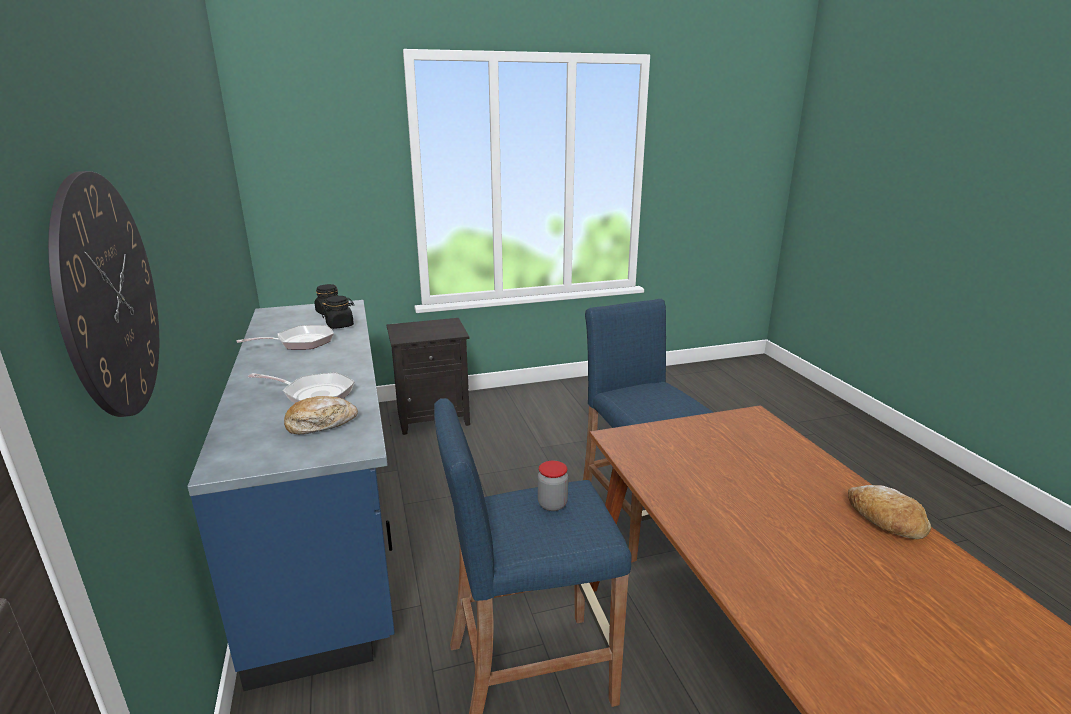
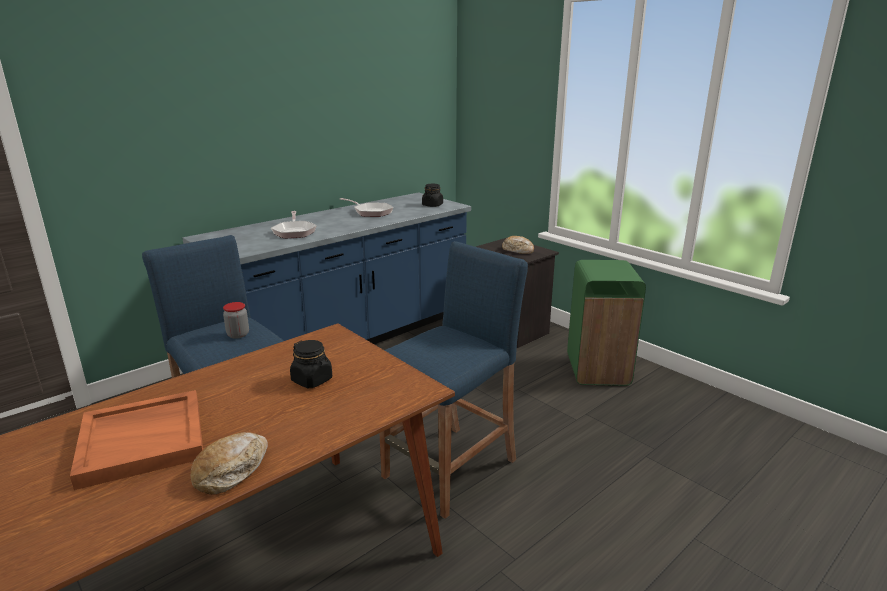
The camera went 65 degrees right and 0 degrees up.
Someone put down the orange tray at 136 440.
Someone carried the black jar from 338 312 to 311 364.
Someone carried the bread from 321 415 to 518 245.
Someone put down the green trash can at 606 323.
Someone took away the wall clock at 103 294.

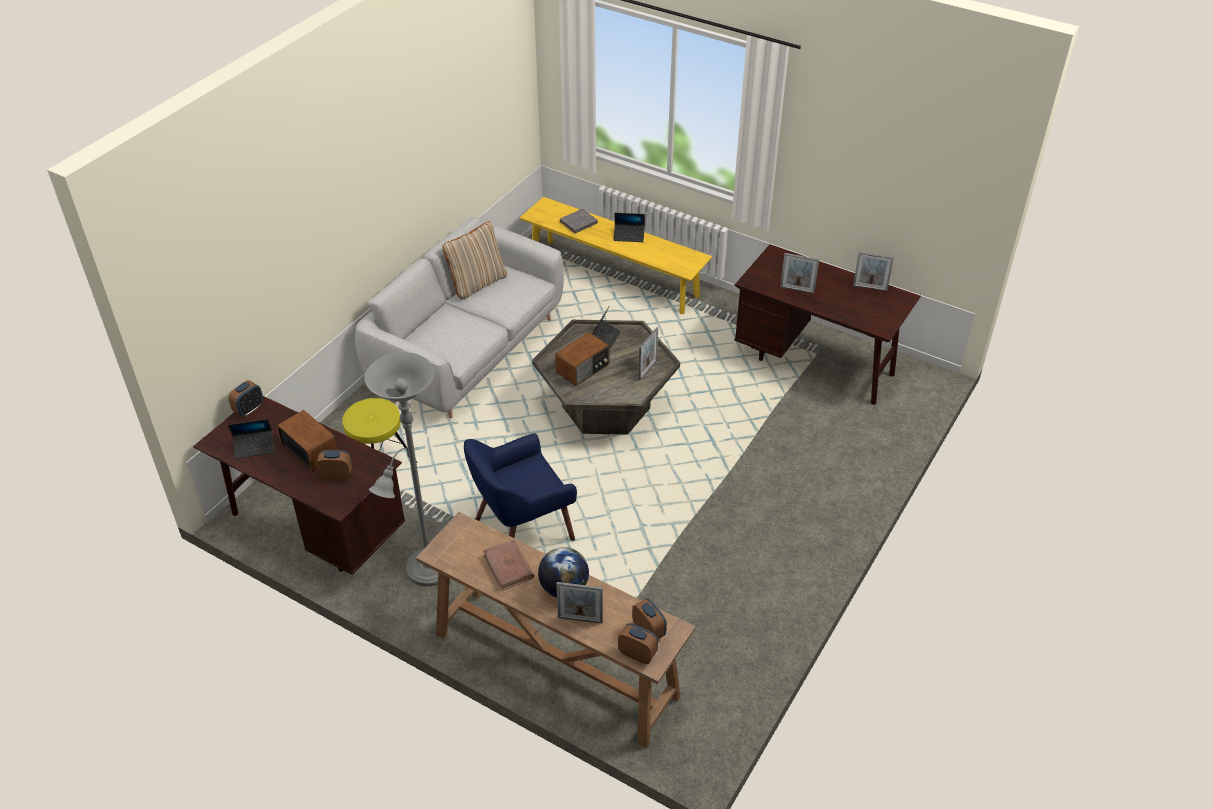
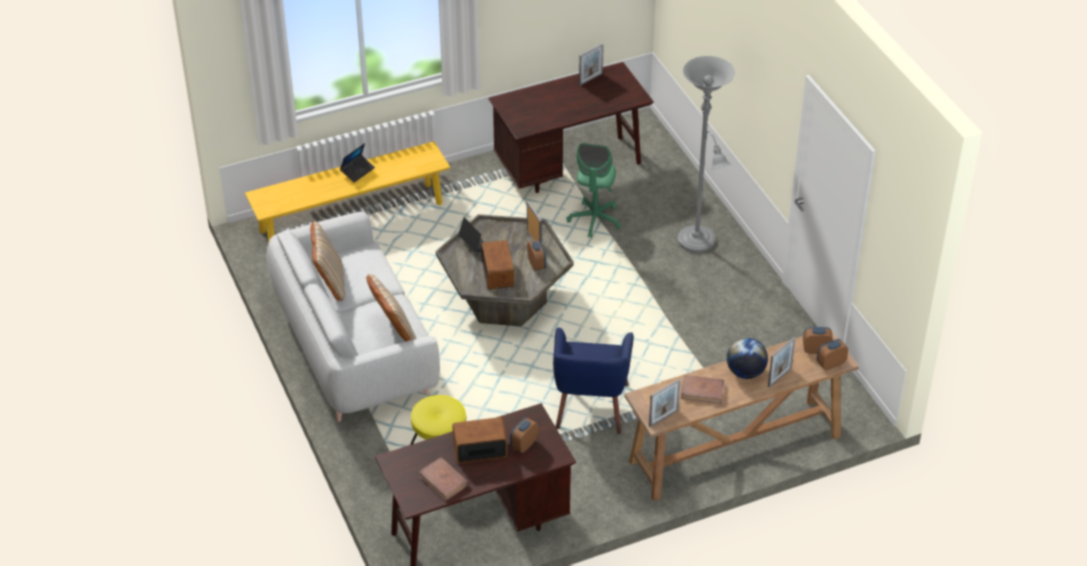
The camera went 55 degrees left and 0 degrees up.
Someone put down the beige pillow at 391 307.
Someone swapped the laptop at 251 439 for the brown book at 443 479.
Someone carried the alarm clock from 245 398 to 536 255.
Someone put down the green office chair at 593 190.
Someone carried the picture frame from 799 273 to 664 403.
Someone carried the grey floor lamp from 401 469 to 706 154.
Someone took away the grey book at 579 221.

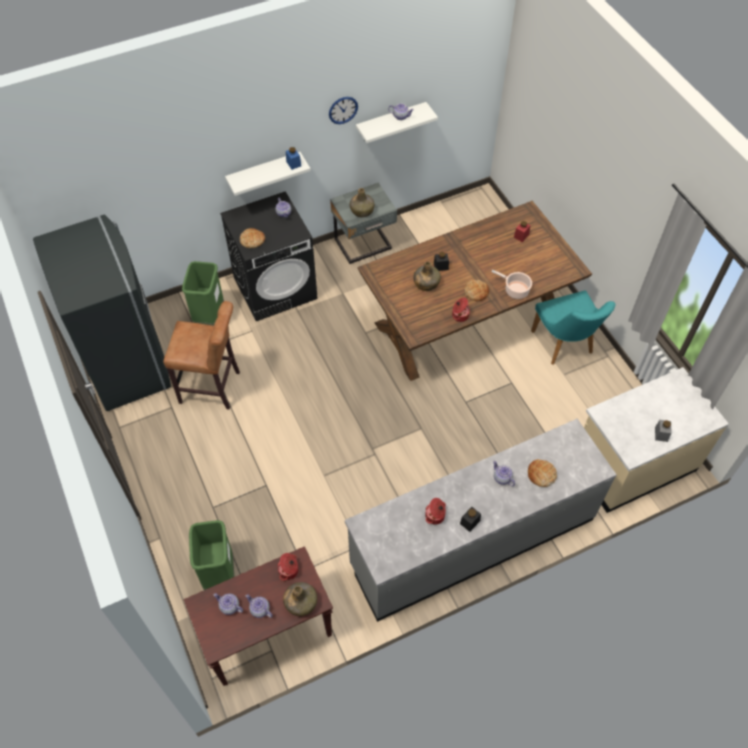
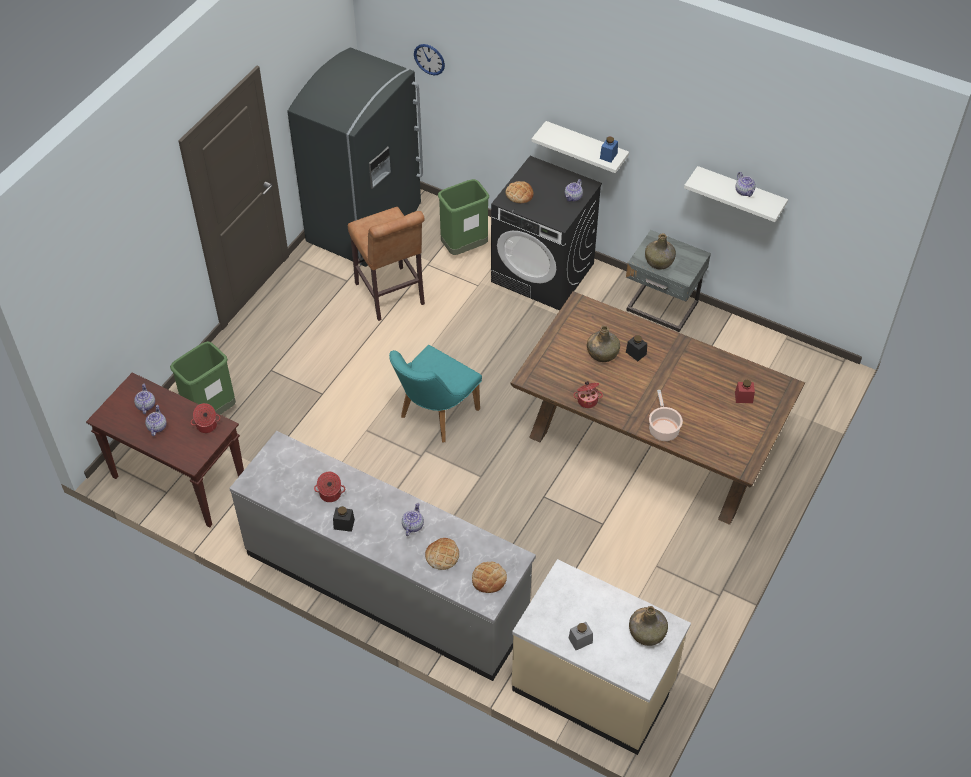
The camera went 55 degrees right and 5 degrees down.
Someone carried the turquoise chair from 573 327 to 435 394.
Someone carried the wall clock from 343 110 to 429 59.
Someone carried the bread from 476 290 to 489 577.
Someone carried the green bottle from 300 599 to 648 626.

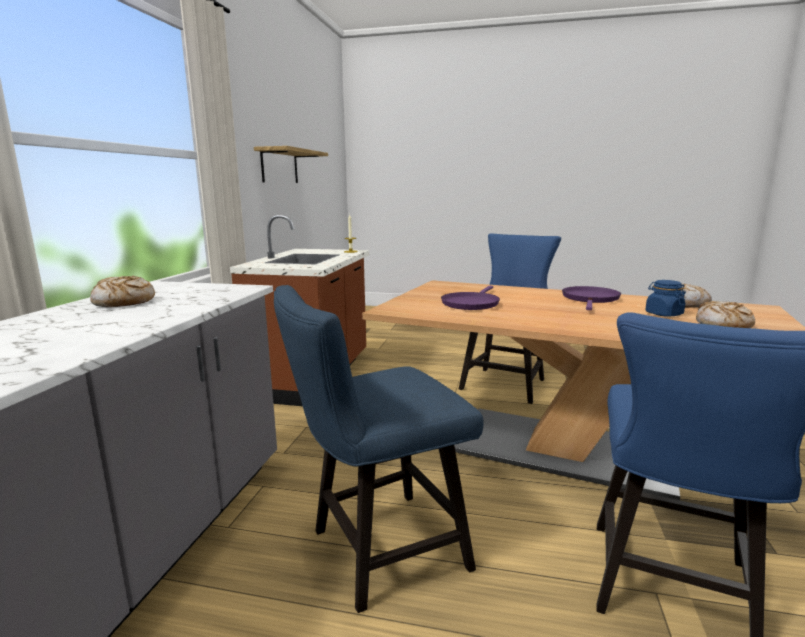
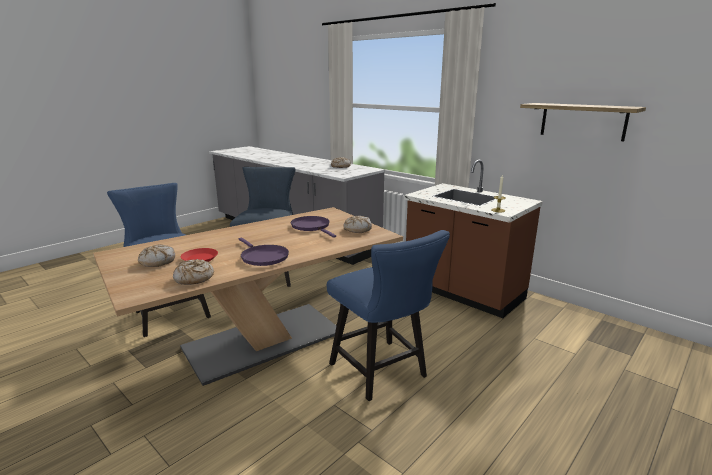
The camera went 120 degrees right and 5 degrees up.
Someone swapped the blue jar at 665 298 for the red plate at 199 255.
Someone put down the bread at 357 224.

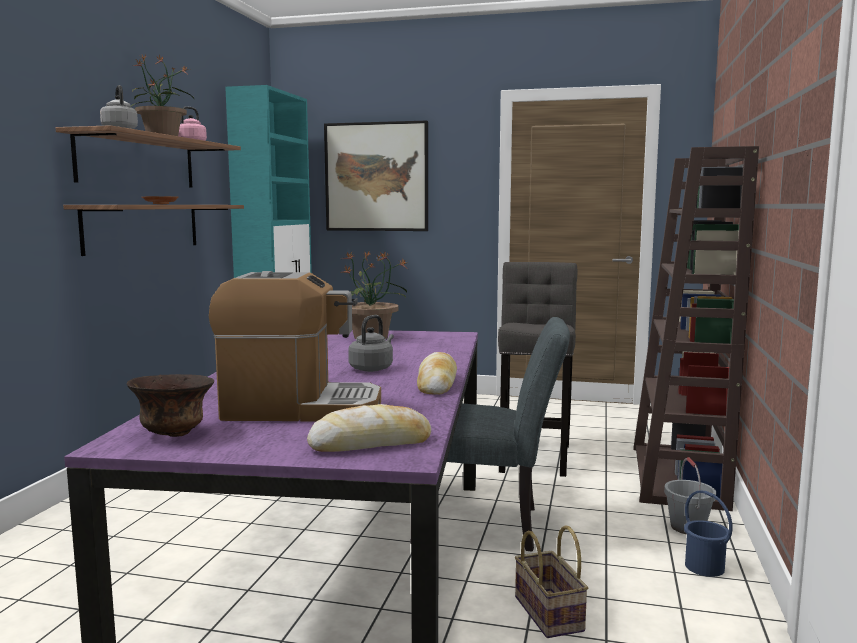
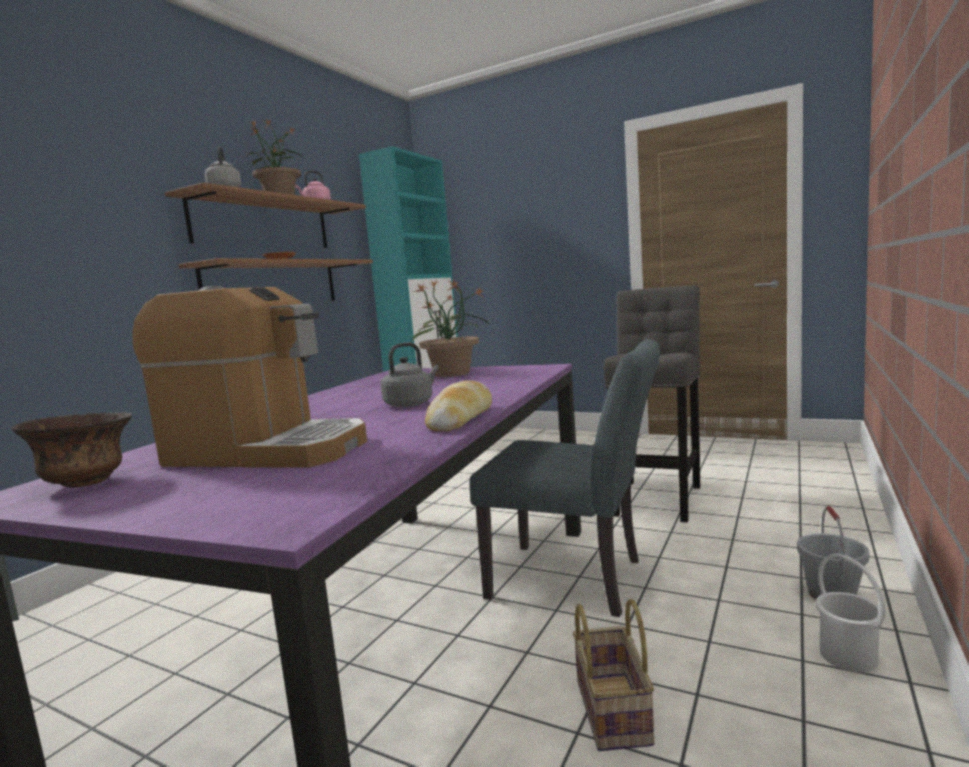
The camera went 15 degrees right and 0 degrees up.
Someone repainted the blue bucket at 708 533, which became the white bucket at 850 613.
Someone took away the bread at 369 428.
Someone took away the picture at 376 176.
Someone took away the brown bookcase at 696 328.

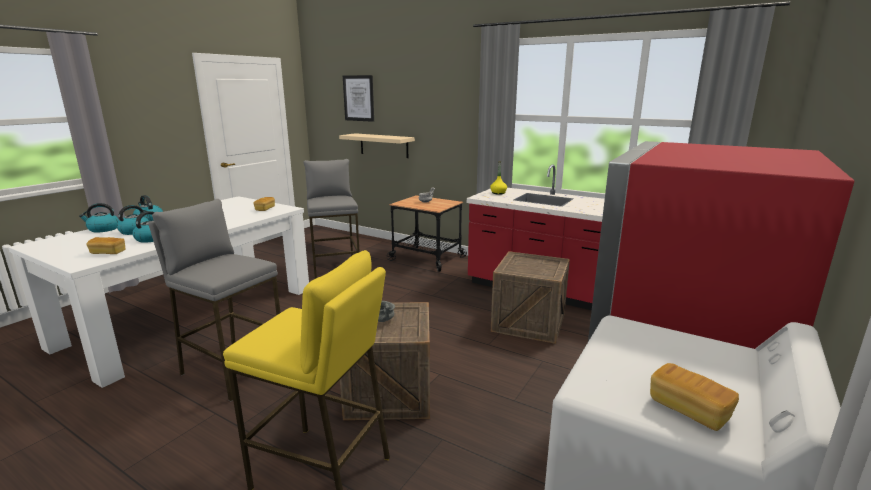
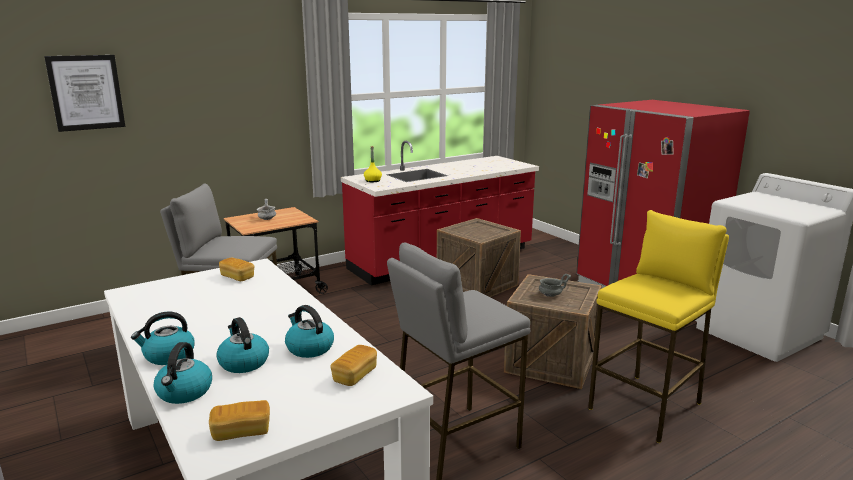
The camera went 65 degrees left and 0 degrees up.
Someone carried the bread from 694 397 to 239 420.
Someone took away the beige shelf at 377 145.

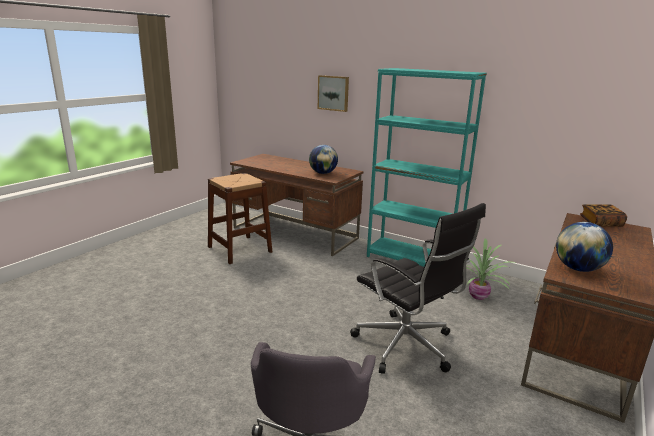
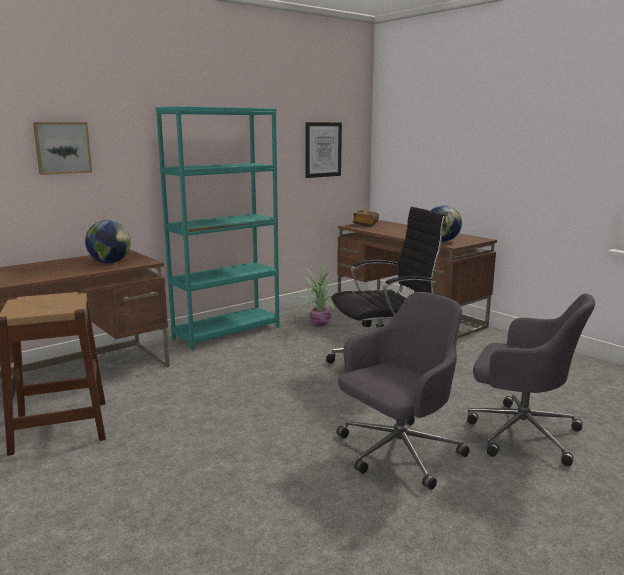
The camera went 70 degrees left and 5 degrees down.
Someone put up the picture at 323 150.
Someone put down the grey office chair at 403 391.

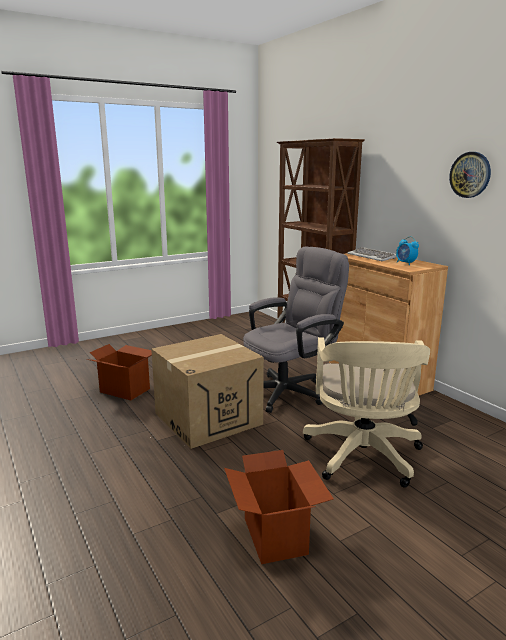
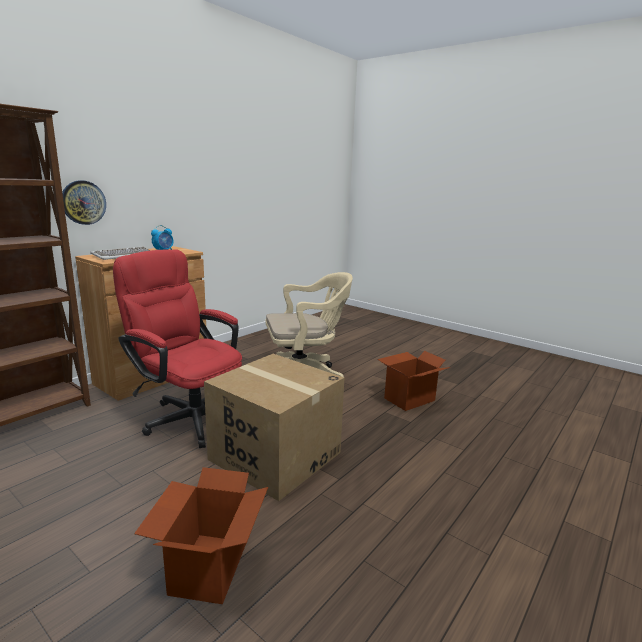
The camera went 110 degrees left and 0 degrees up.
Someone carried the wall clock from 470 175 to 84 202.
Someone repainted the grey office chair at 296 329, which became the red office chair at 177 348.

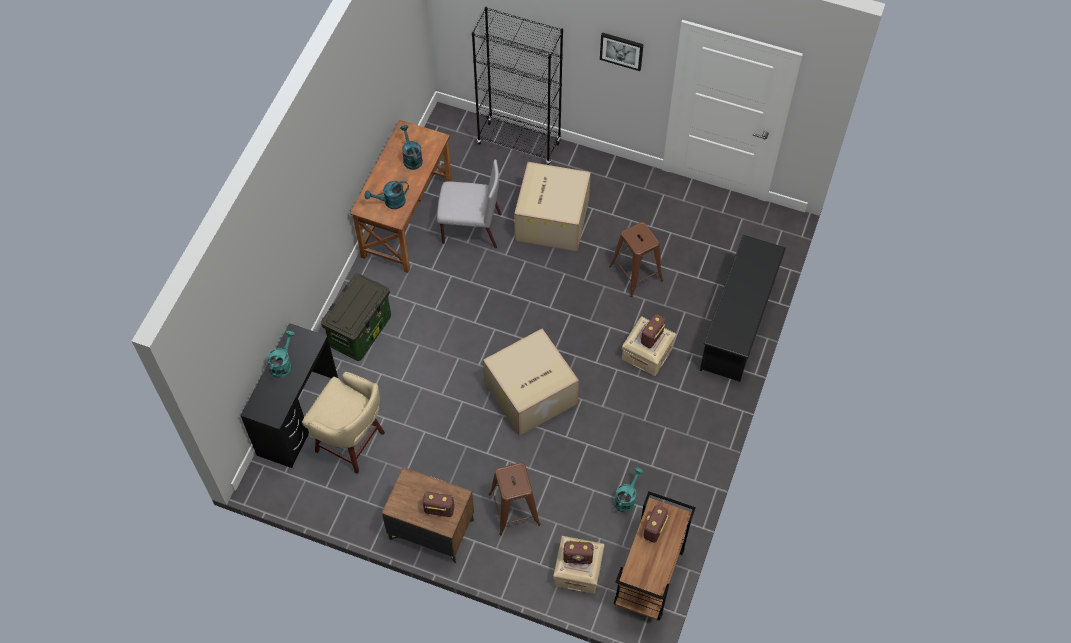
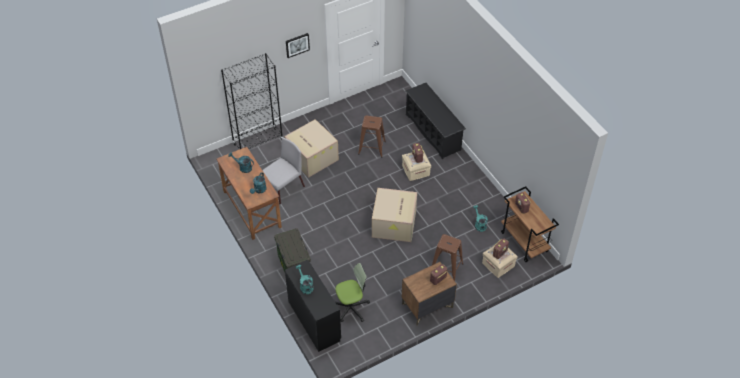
The camera went 50 degrees left and 10 degrees down.
Someone swapped the beige stool at 343 423 for the office chair at 352 292.

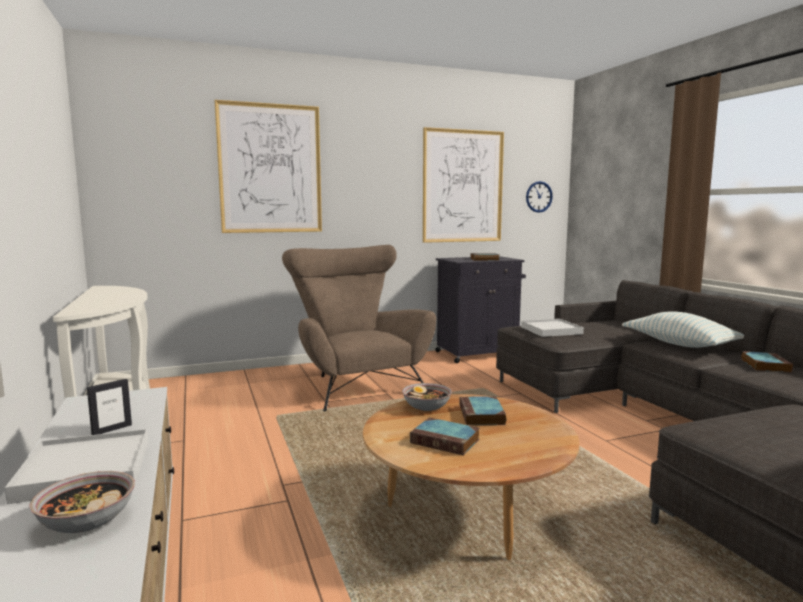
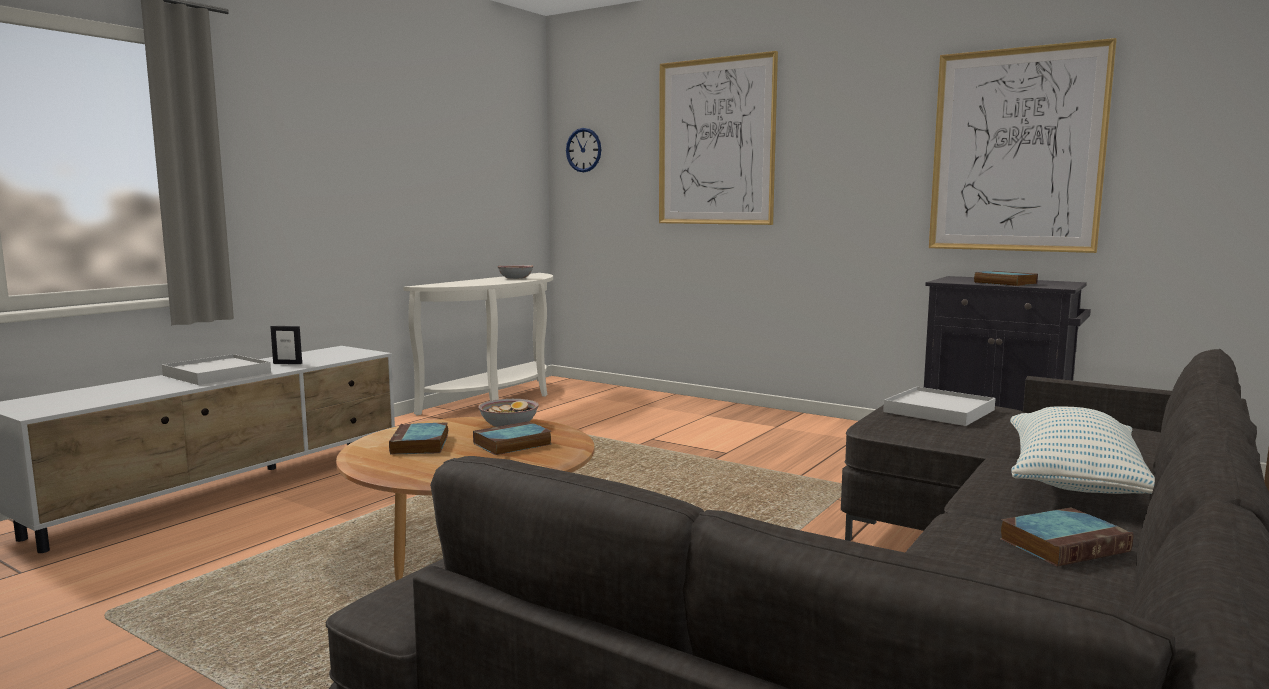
The camera went 55 degrees right and 0 degrees up.
Someone carried the bowl from 82 502 to 515 272.
Someone carried the wall clock from 539 197 to 583 150.
Someone took away the brown armchair at 359 328.

